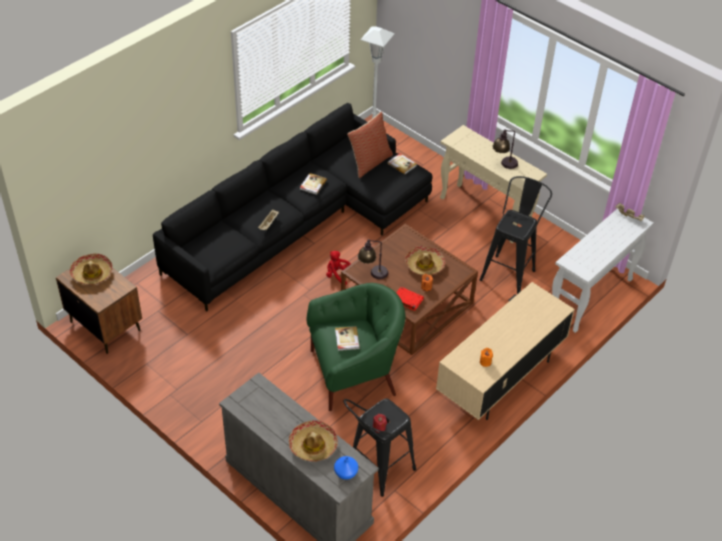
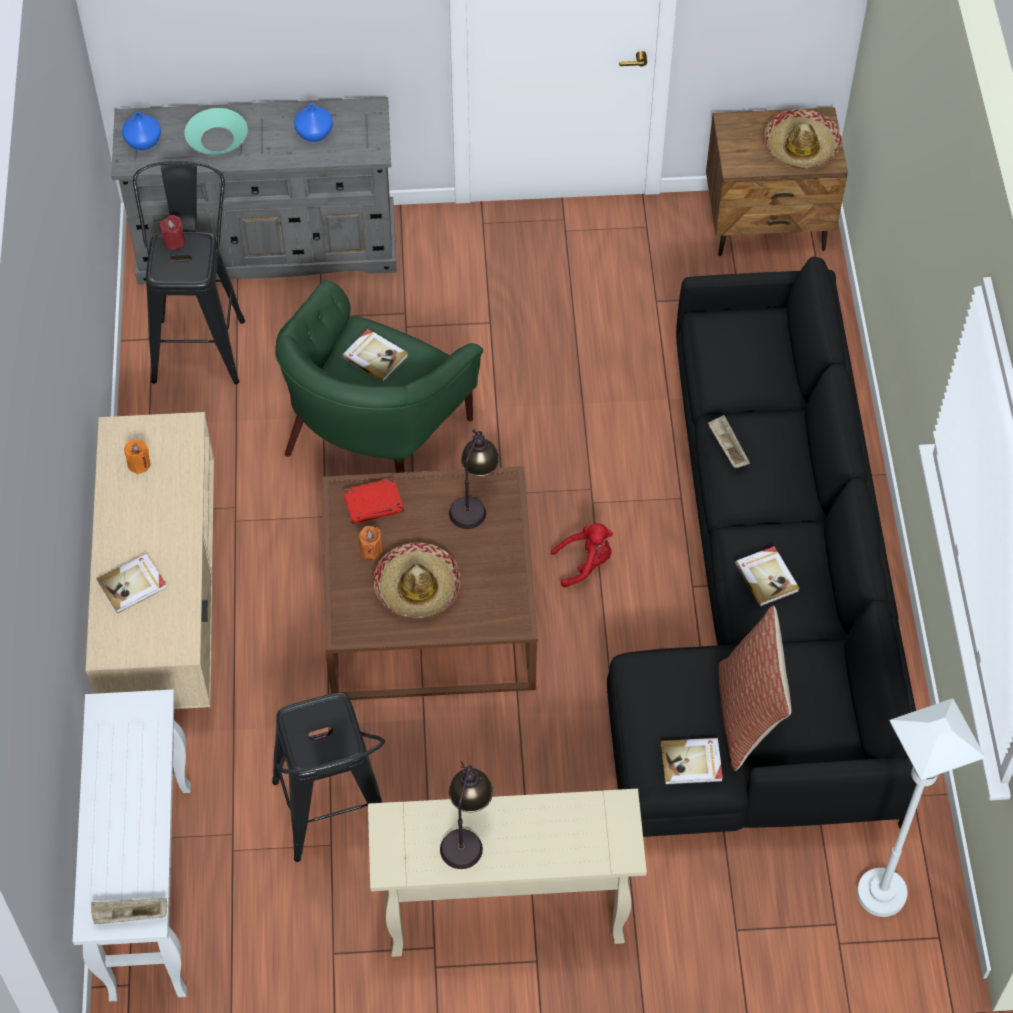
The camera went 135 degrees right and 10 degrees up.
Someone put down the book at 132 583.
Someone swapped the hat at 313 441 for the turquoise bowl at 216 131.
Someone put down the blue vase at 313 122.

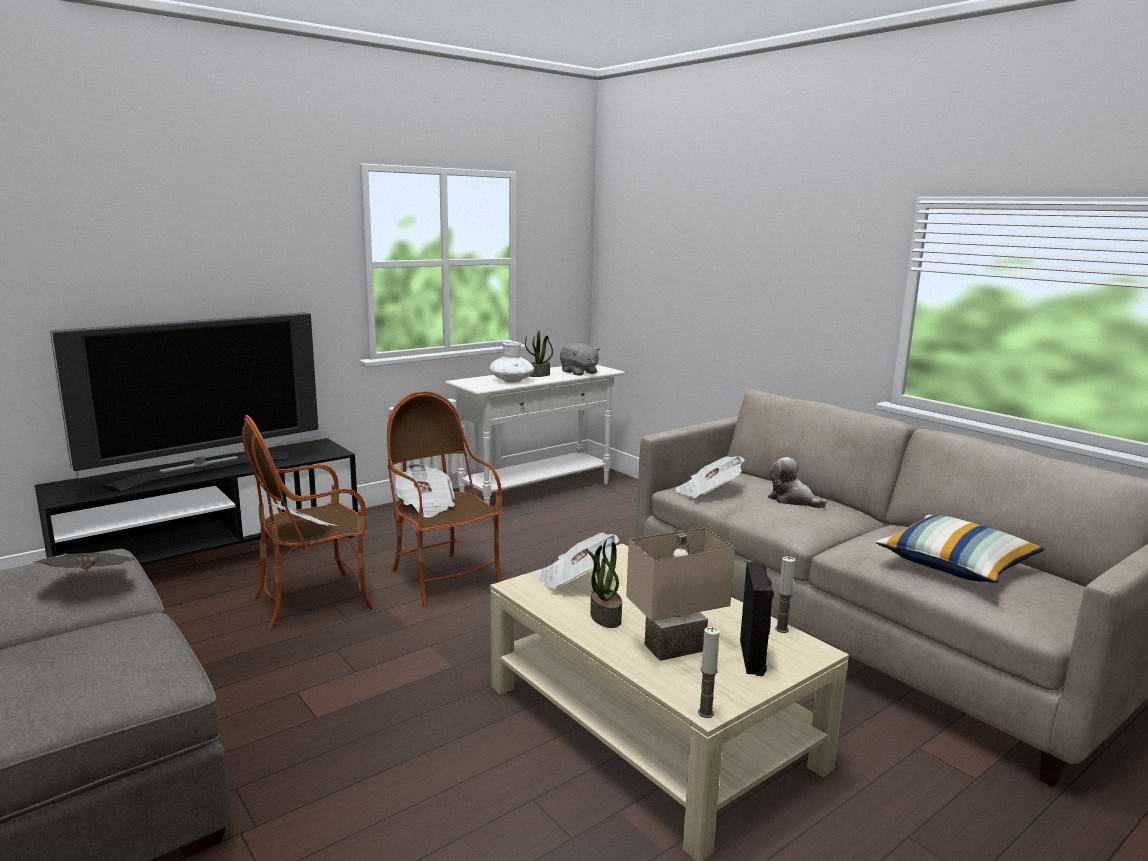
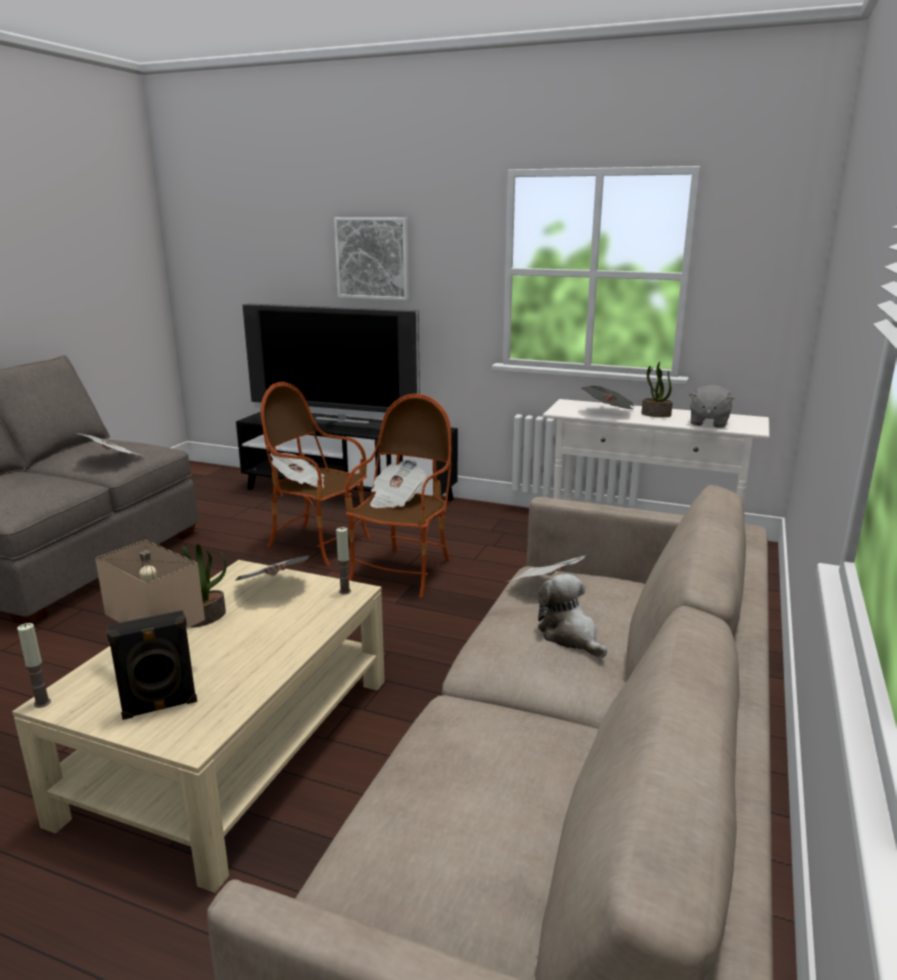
The camera went 60 degrees right and 5 degrees up.
Someone put up the picture at 371 259.
Someone carried the candle from 785 595 to 343 561.
Someone rotated the plush toy at 797 482 by 45 degrees counterclockwise.
Someone swapped the white vase at 512 361 for the newspaper at 608 397.
Someone took away the pillow at 960 549.

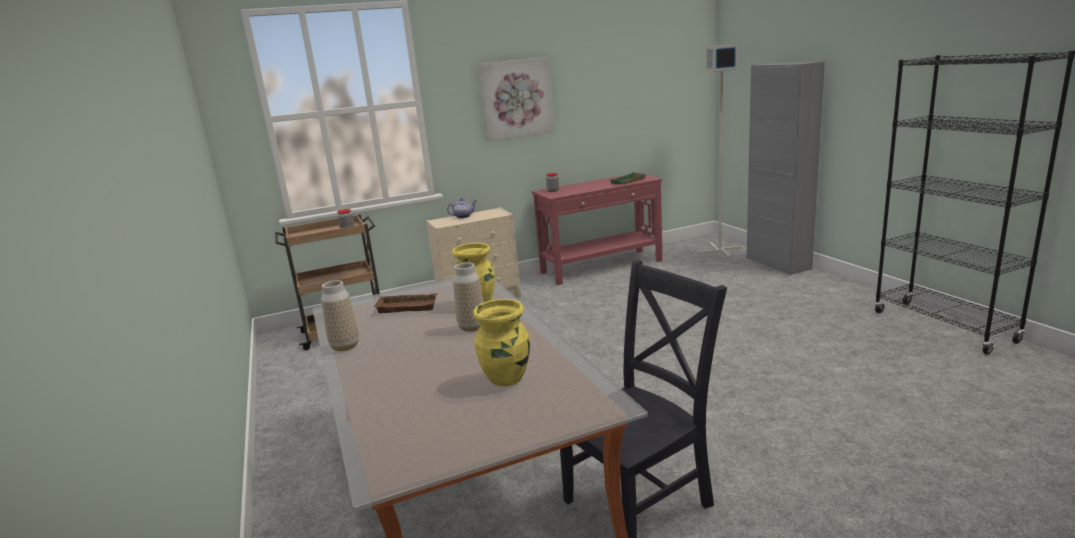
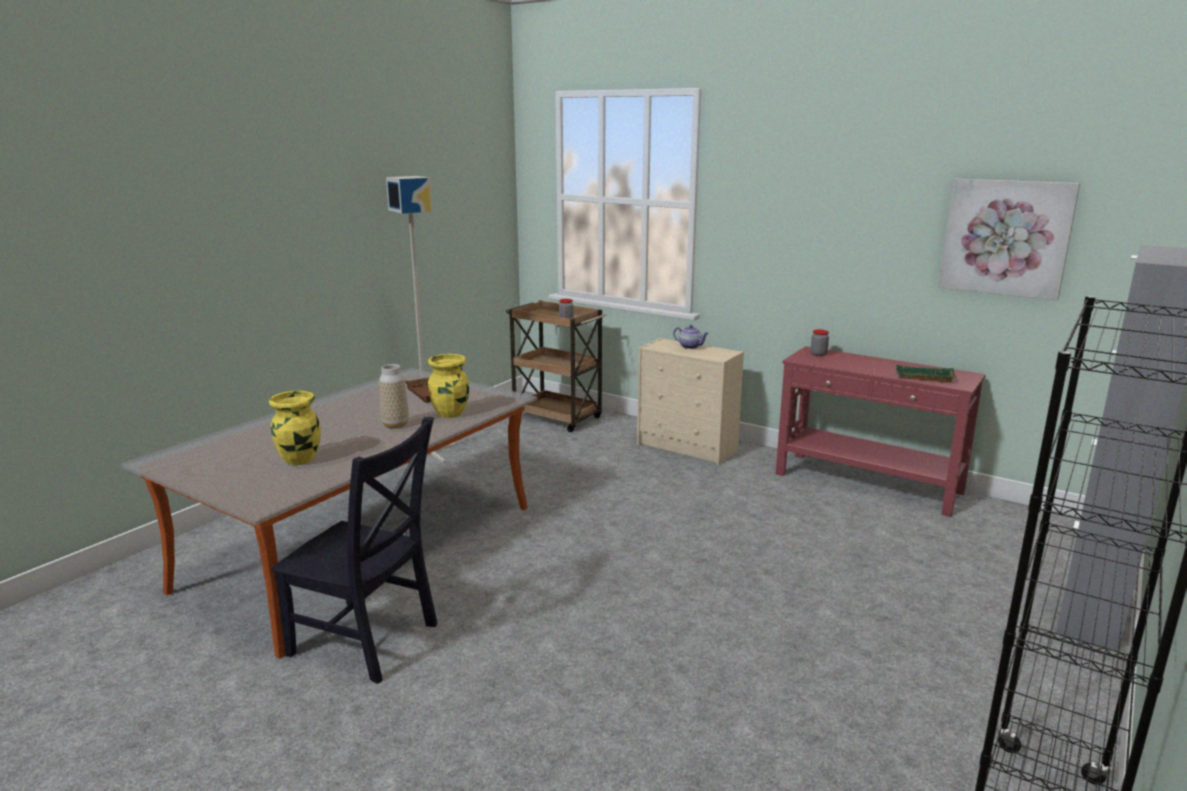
The camera went 55 degrees right and 0 degrees up.
Someone carried the grey floor lamp from 720 150 to 420 320.
Someone carried the picture from 516 99 to 1009 239.
Someone took away the vase at 340 315.

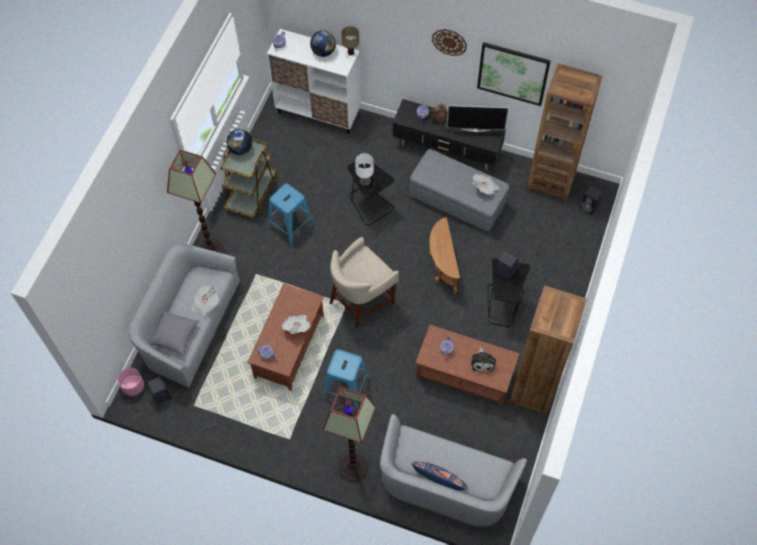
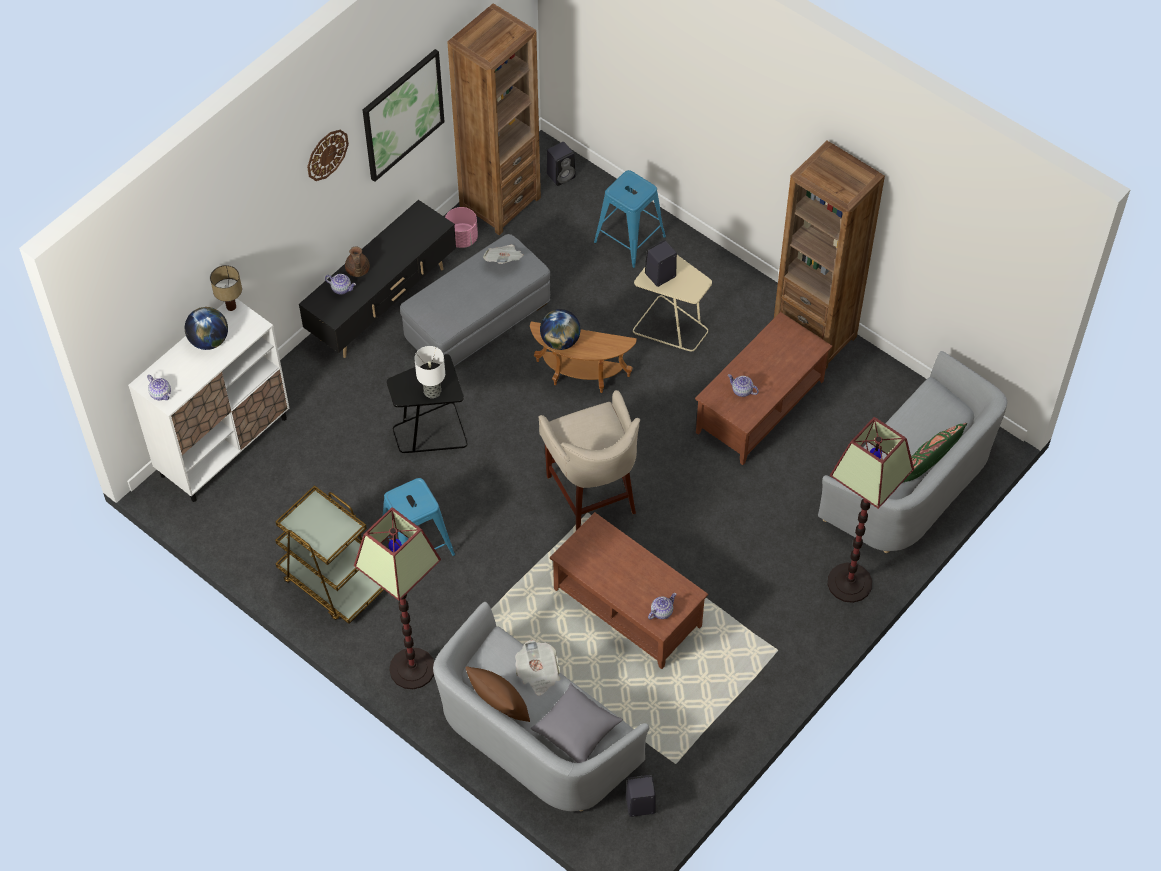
The camera went 70 degrees left and 5 degrees down.
Someone carried the pink planter from 130 382 to 461 227.
Someone put down the brown pillow at 497 694.
Someone carried the globe from 239 142 to 560 329.
Someone carried the blue stool from 346 379 to 630 219.
Someone repainted the black side table at 509 292, which became the beige side table at 672 303.
Someone repainted the blue pillow at 439 476, which became the green pillow at 934 453.
Someone took away the newspaper at 296 324.
Someone took away the television at 477 118.
Someone took away the plush toy at 483 359.

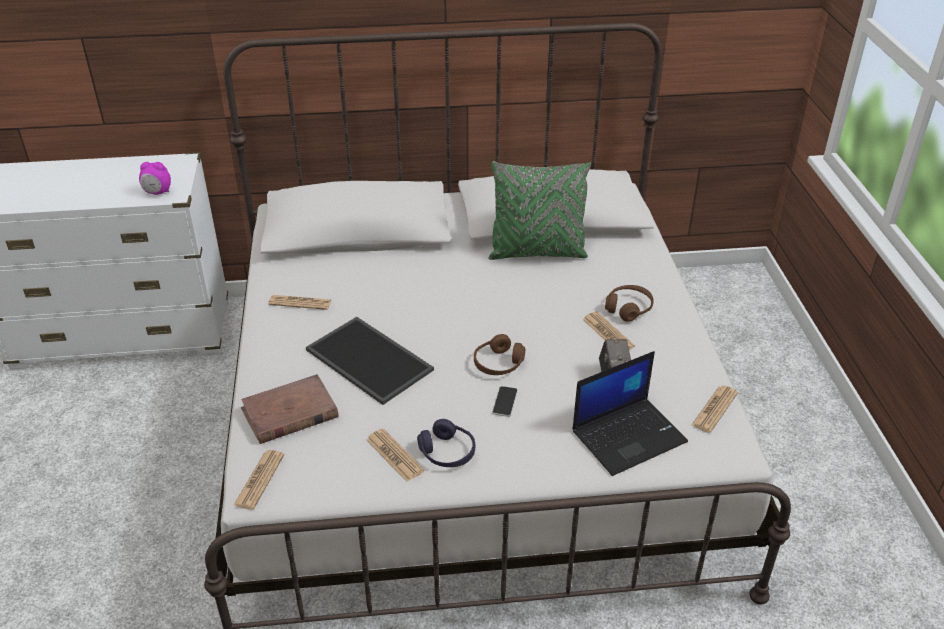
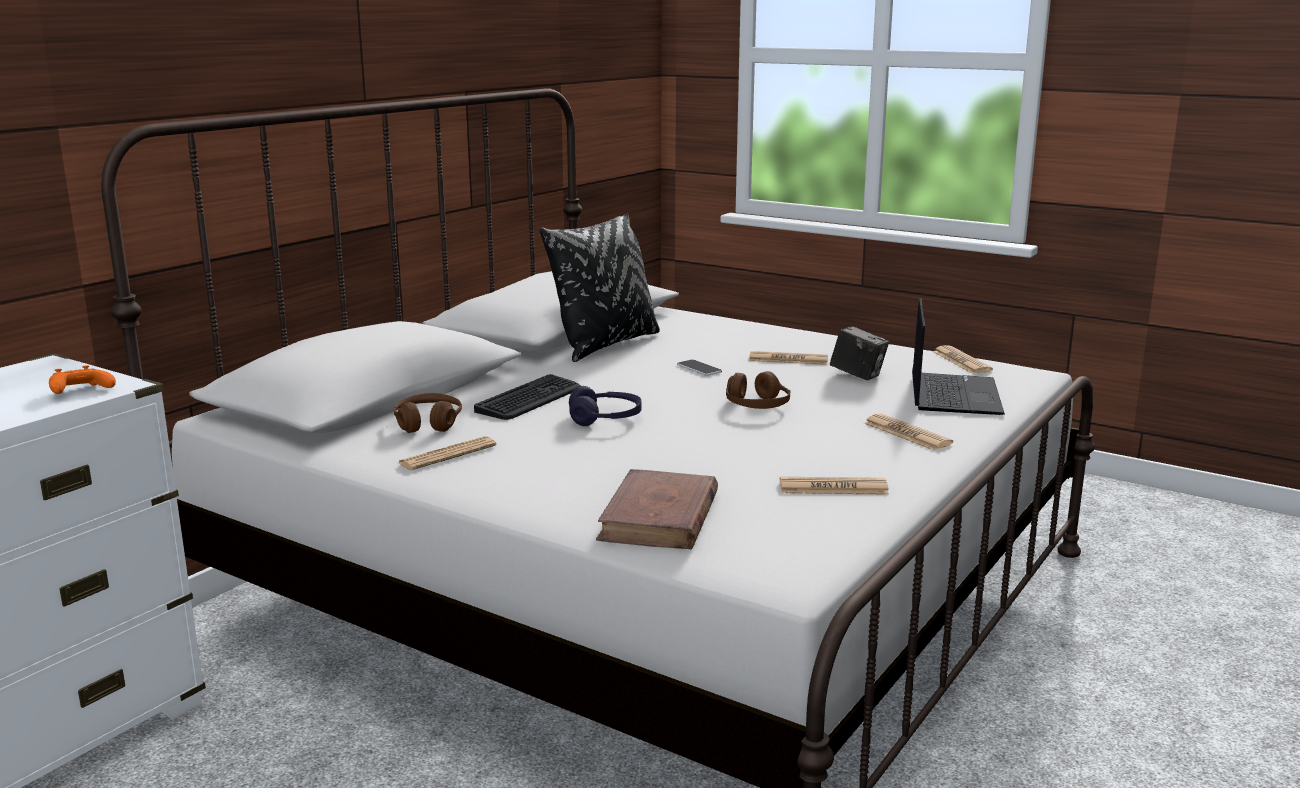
The camera went 50 degrees left and 20 degrees down.
Someone swapped the alarm clock at 155 178 for the orange game controller at 82 379.
Someone carried the brown headphones from 629 303 to 428 413.
Someone put down the keyboard at 527 397.
Someone repainted the green pillow at 540 210, which became the black pillow at 600 287.
Someone carried the purple headphones from 446 443 to 605 406.
Someone carried the phone from 505 401 to 699 367.
Someone carried the newspaper from 258 480 to 908 432.
Someone took away the tray at 370 361.

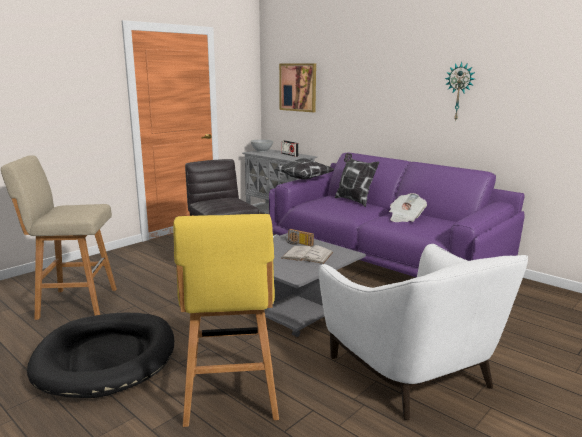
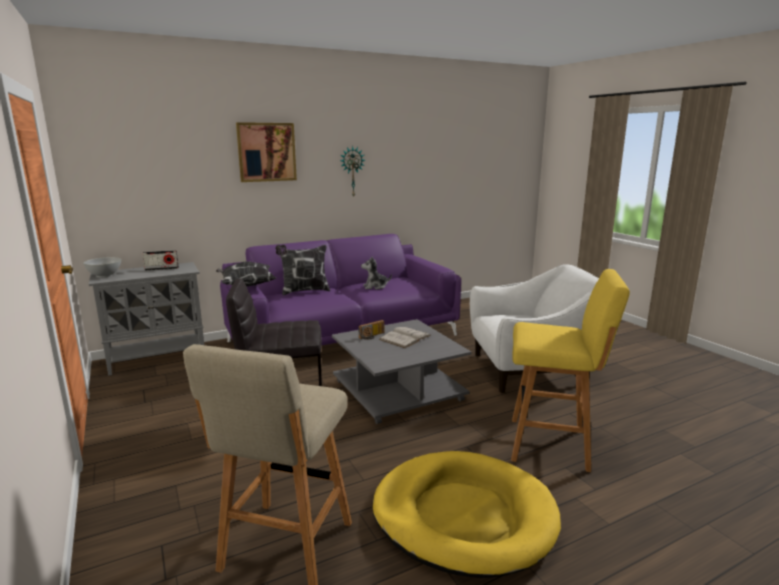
The camera went 70 degrees left and 0 degrees up.
Someone carried the picture from 297 87 to 266 152.
Someone swapped the newspaper at 408 207 for the plush toy at 376 273.
Someone repainted the black dog bed at 101 355, which became the yellow dog bed at 466 514.

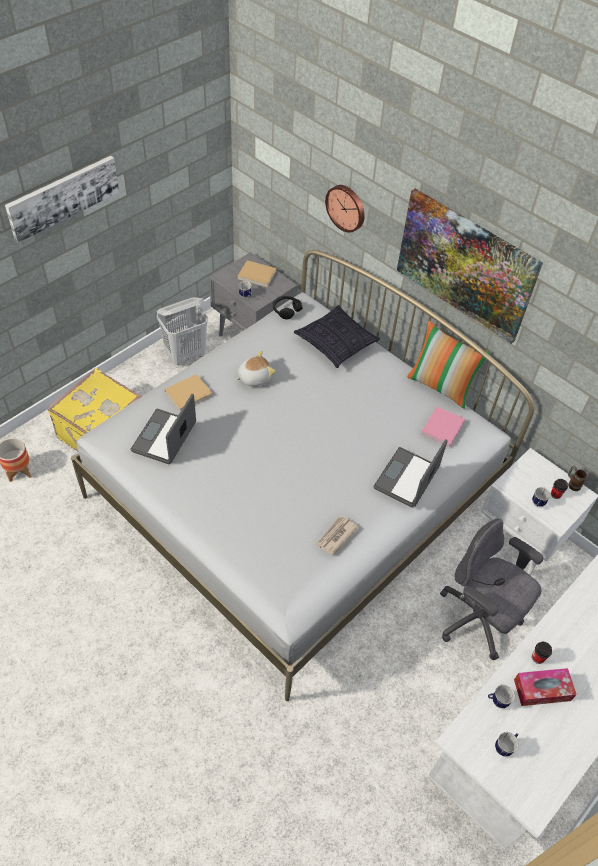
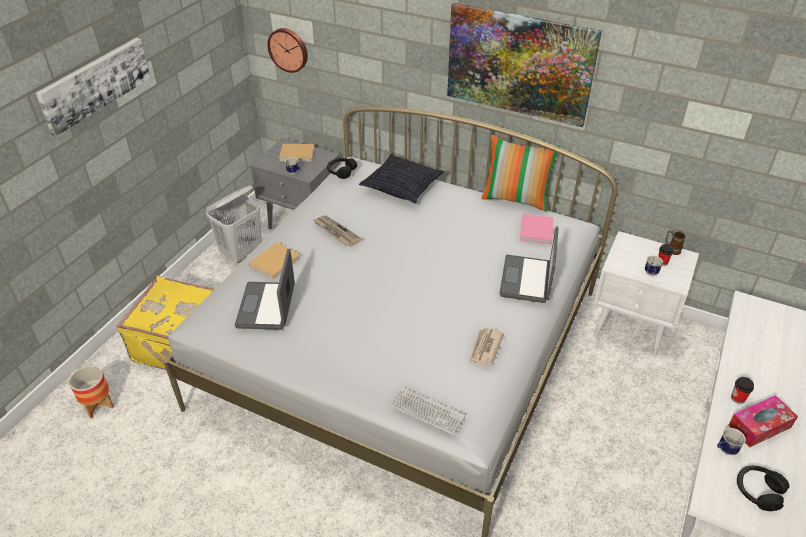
The camera went 15 degrees left and 10 degrees down.
Someone carried the wall clock from 344 209 to 287 50.
Someone swapped the plush toy at 255 368 for the newspaper at 338 231.
Someone put down the keyboard at 428 411.
Someone swapped the mug at 507 744 for the black headphones at 763 488.
Someone took away the grey office chair at 491 589.

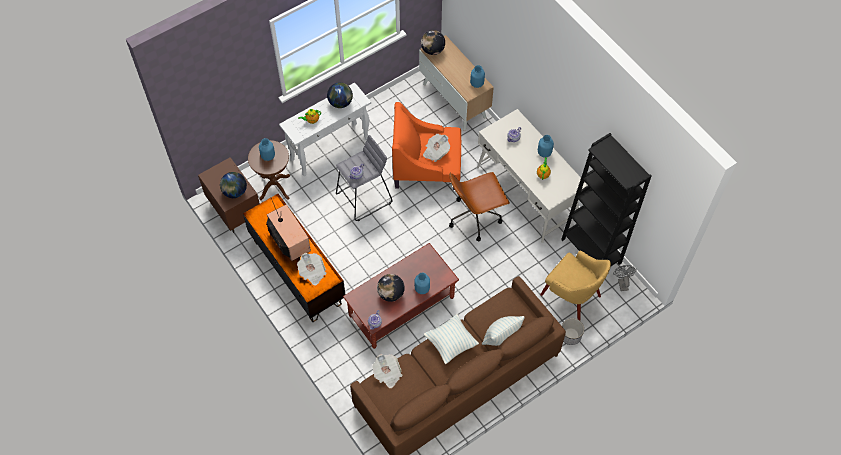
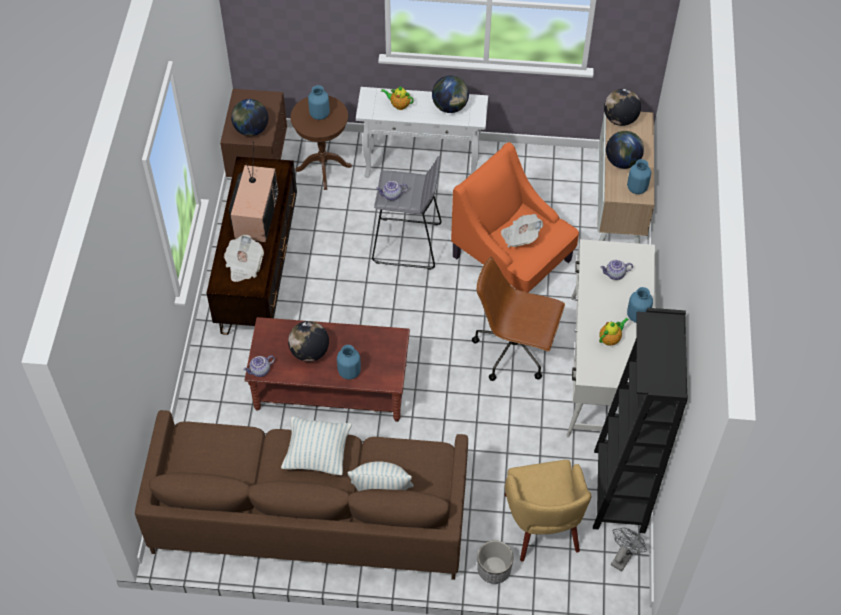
The camera went 40 degrees right and 5 degrees down.
Someone put down the globe at 625 150.
Someone took away the newspaper at 387 371.

